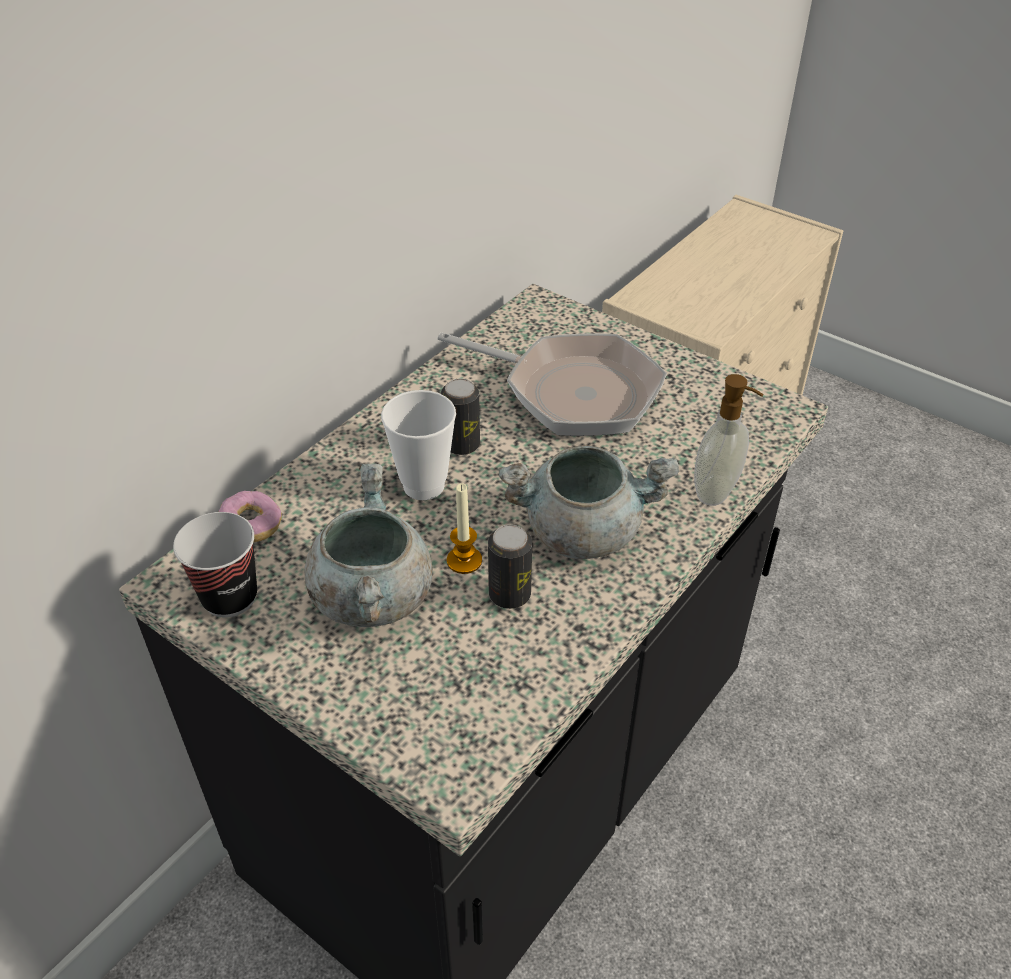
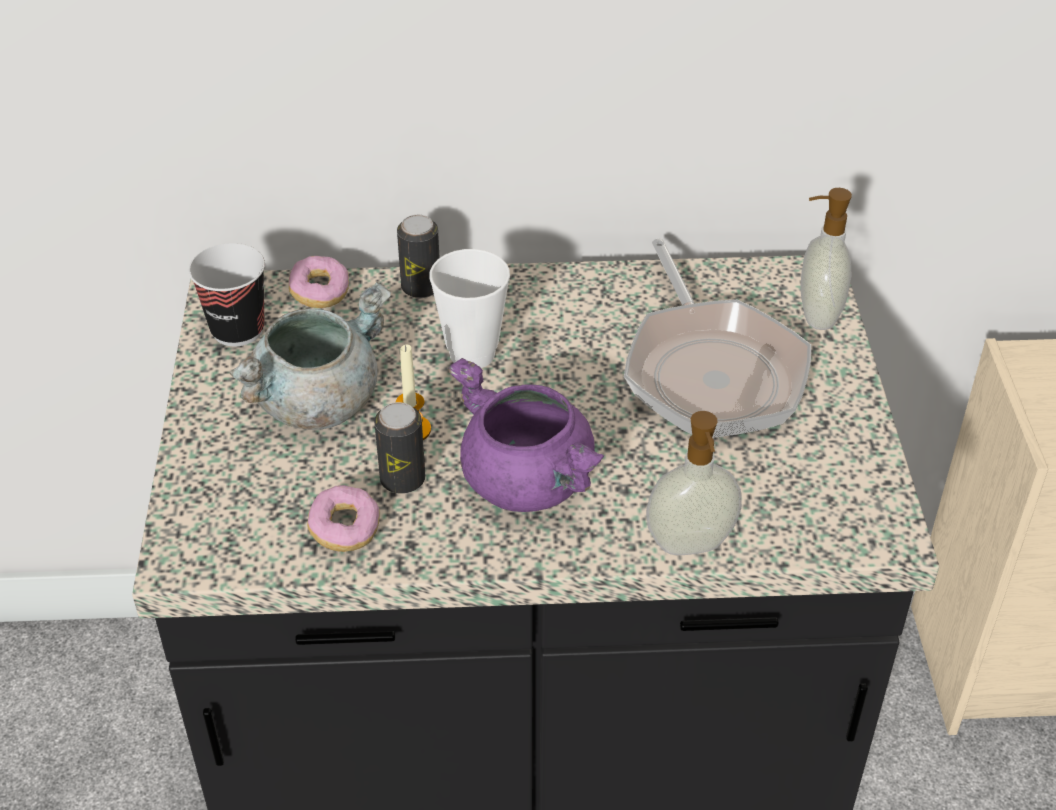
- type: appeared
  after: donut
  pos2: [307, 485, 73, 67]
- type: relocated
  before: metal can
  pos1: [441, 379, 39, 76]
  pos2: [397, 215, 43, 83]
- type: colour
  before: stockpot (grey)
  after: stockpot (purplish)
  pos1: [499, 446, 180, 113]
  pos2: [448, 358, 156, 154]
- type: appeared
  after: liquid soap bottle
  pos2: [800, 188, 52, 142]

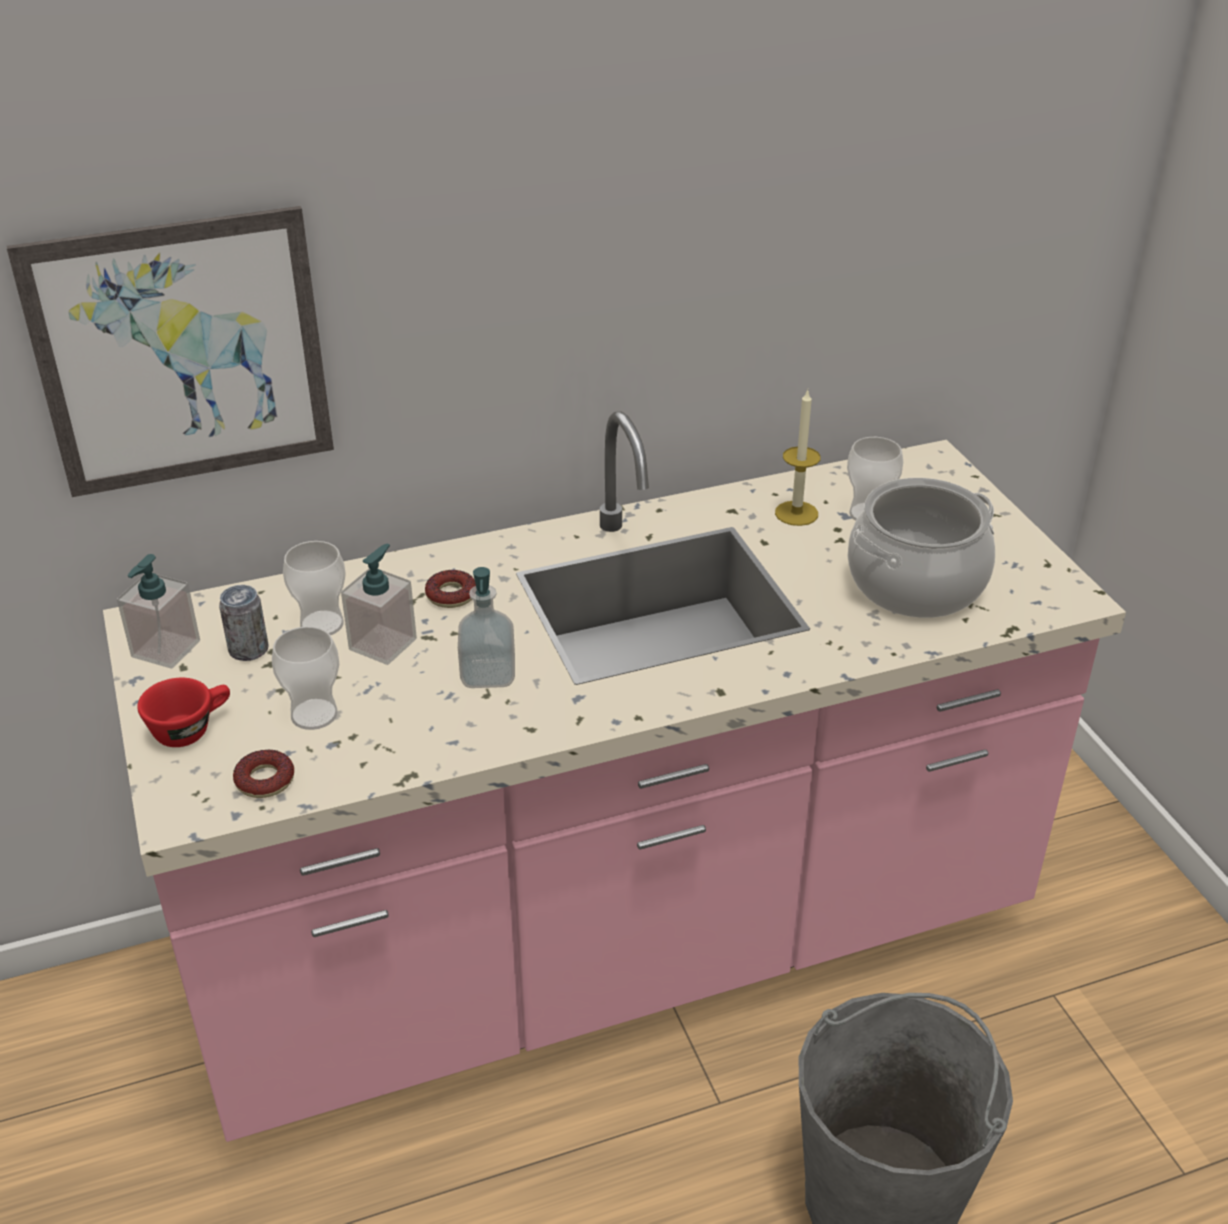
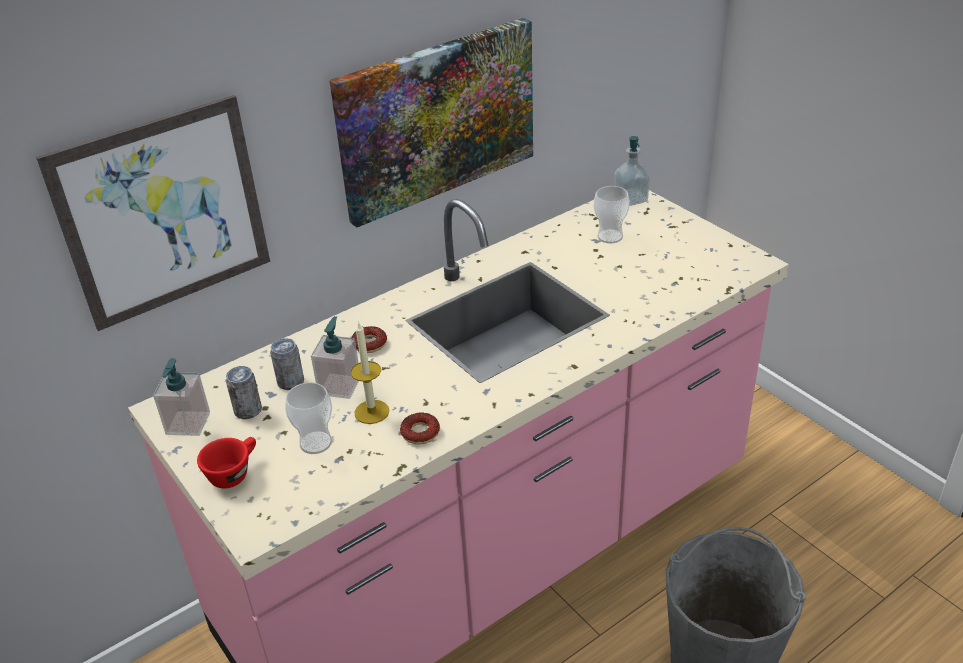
- type: exchanged
  before: drinking cup
  after: metal can
  pos1: [283, 541, 63, 94]
  pos2: [270, 338, 34, 52]
- type: appeared
  after: wall picture
  pos2: [329, 18, 204, 210]
- type: relocated
  before: wax candle
  pos1: [775, 389, 46, 137]
  pos2: [351, 321, 38, 103]
- type: relocated
  before: donut
  pos1: [233, 749, 61, 49]
  pos2: [400, 412, 40, 32]
- type: relocated
  before: liquid soap bottle
  pos1: [458, 567, 57, 121]
  pos2: [614, 136, 36, 70]
- type: missing
  before: stockpot
  pos1: [847, 478, 148, 140]

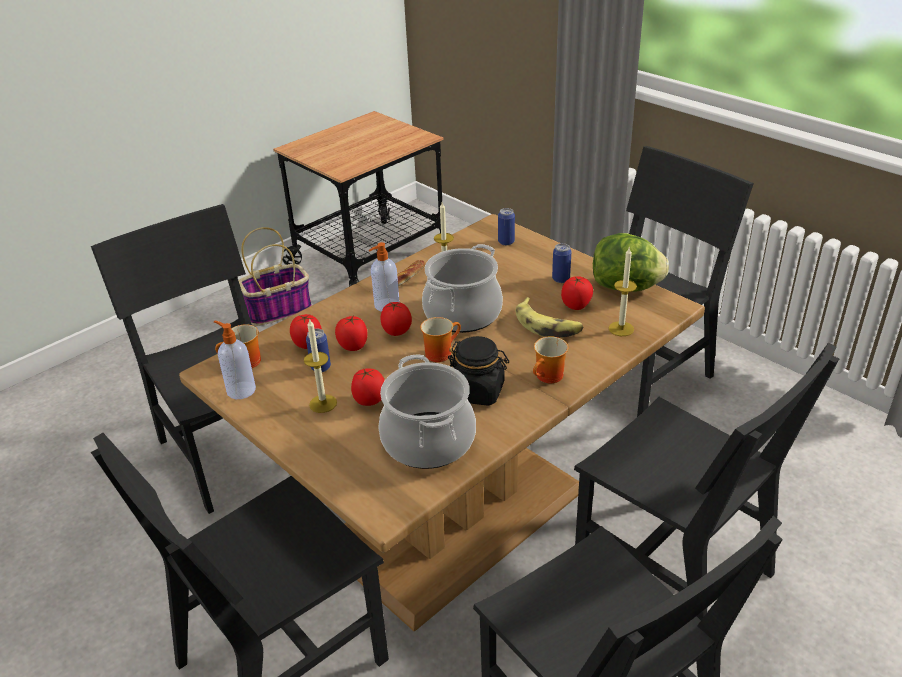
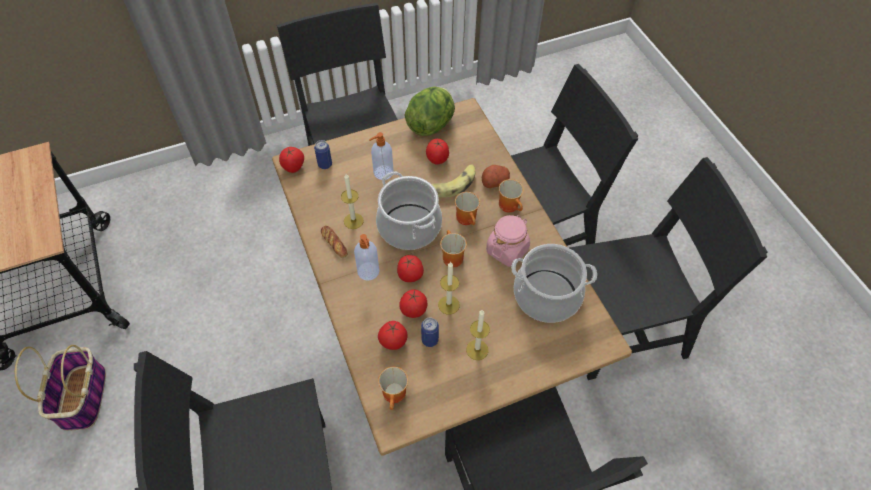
- type: relocated
  before: whole tomato
  pos1: [351, 368, 34, 38]
  pos2: [279, 147, 25, 26]
- type: relocated
  before: liquid soap bottle
  pos1: [214, 321, 42, 78]
  pos2: [369, 132, 24, 48]
- type: relocated
  before: wax candle
  pos1: [609, 248, 28, 88]
  pos2: [438, 262, 21, 53]
- type: appeared
  after: coffee mug
  pos2: [455, 192, 25, 33]
- type: appeared
  after: spud
  pos2: [482, 165, 28, 23]
- type: colour
  before: jar (black)
  after: jar (pink)
  pos1: [448, 336, 61, 70]
  pos2: [486, 215, 44, 52]
- type: missing
  before: metal can
  pos1: [552, 243, 19, 40]

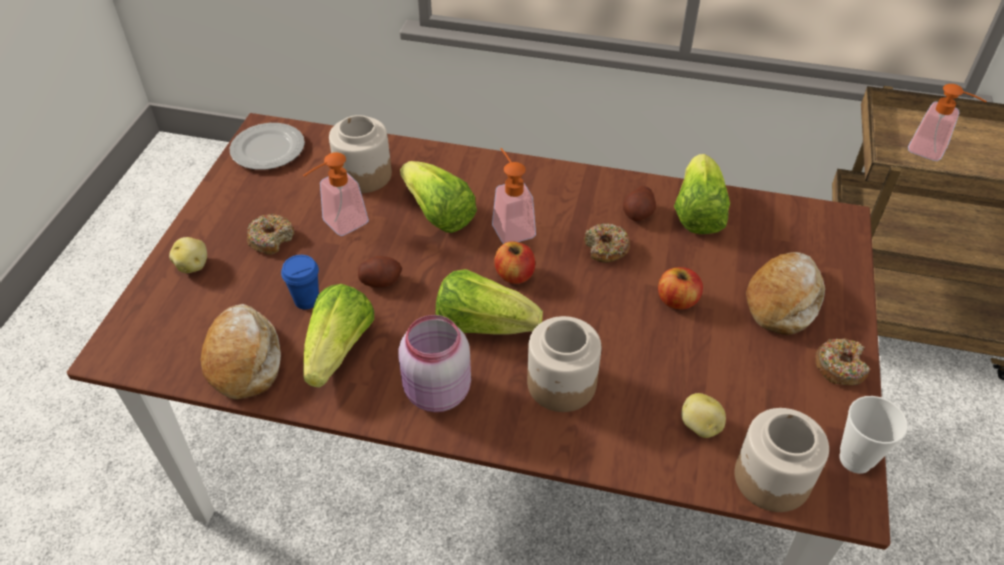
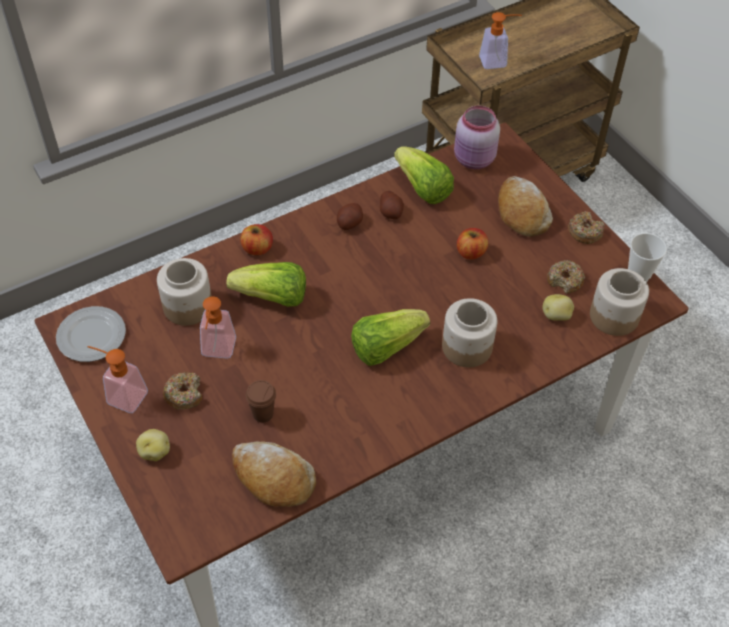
- type: relocated
  before: liquid soap bottle
  pos1: [492, 148, 44, 96]
  pos2: [87, 346, 61, 67]
- type: relocated
  before: apple fruit
  pos1: [494, 241, 41, 43]
  pos2: [240, 224, 33, 31]
- type: colour
  before: drinking cup (bluish)
  after: drinking cup (brownish)
  pos1: [281, 255, 38, 55]
  pos2: [246, 380, 30, 43]
- type: relocated
  before: spud
  pos1: [358, 256, 44, 31]
  pos2: [337, 203, 26, 27]
- type: relocated
  before: jar (pink)
  pos1: [398, 315, 73, 97]
  pos2: [454, 106, 46, 63]
- type: relocated
  before: donut
  pos1: [584, 223, 46, 40]
  pos2: [547, 260, 38, 34]
- type: missing
  before: head of lettuce
  pos1: [303, 284, 71, 104]

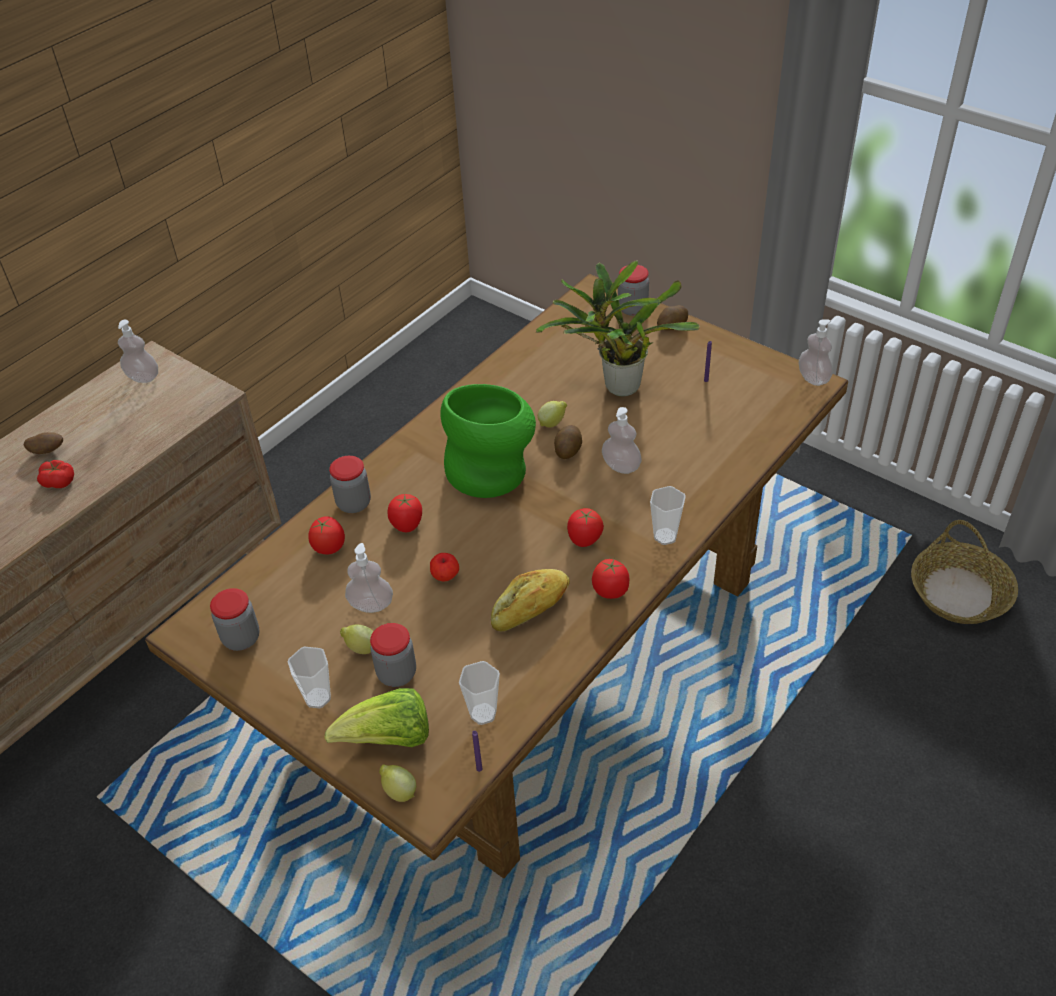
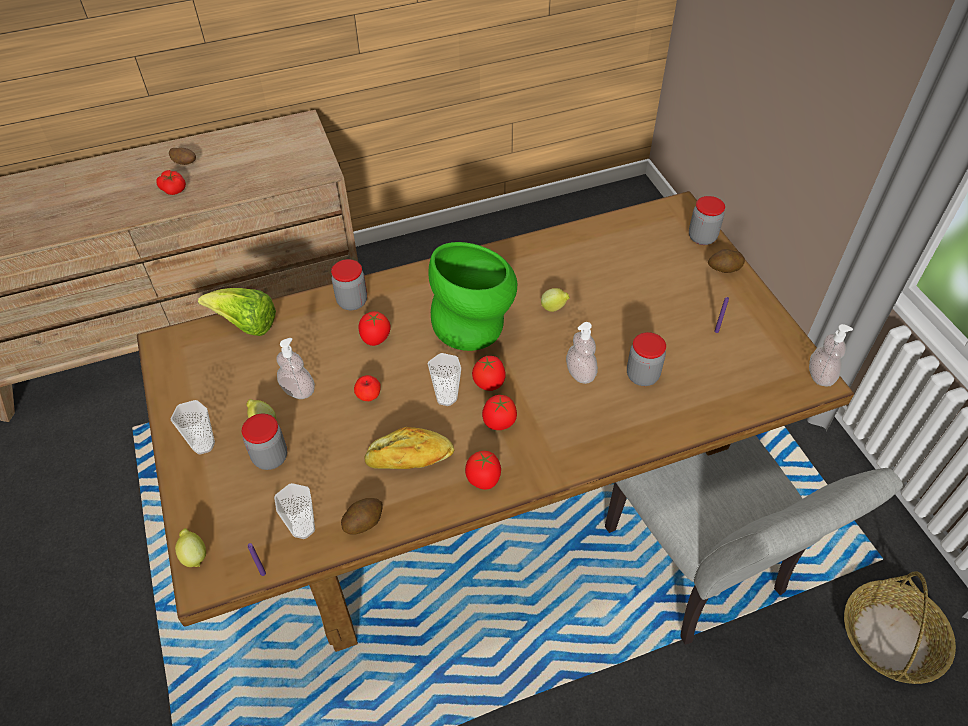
- type: relocated
  before: head of lettuce
  pos1: [324, 688, 105, 59]
  pos2: [198, 288, 78, 48]
- type: relocated
  before: spud
  pos1: [554, 425, 28, 34]
  pos2: [341, 498, 42, 37]
- type: relocated
  before: drinking cup
  pos1: [650, 486, 36, 59]
  pos2: [428, 353, 33, 53]
- type: relocated
  before: whole tomato
  pos1: [308, 516, 37, 38]
  pos2: [472, 355, 33, 36]
- type: appeared
  after: upright chair (grey)
  pos2: [605, 435, 298, 210]
- type: relocated
  before: jar
  pos1: [210, 588, 50, 63]
  pos2: [627, 332, 39, 54]
- type: missing
  before: liquid soap bottle
  pos1: [118, 320, 40, 63]
- type: missing
  before: potted plant
  pos1: [535, 260, 165, 137]

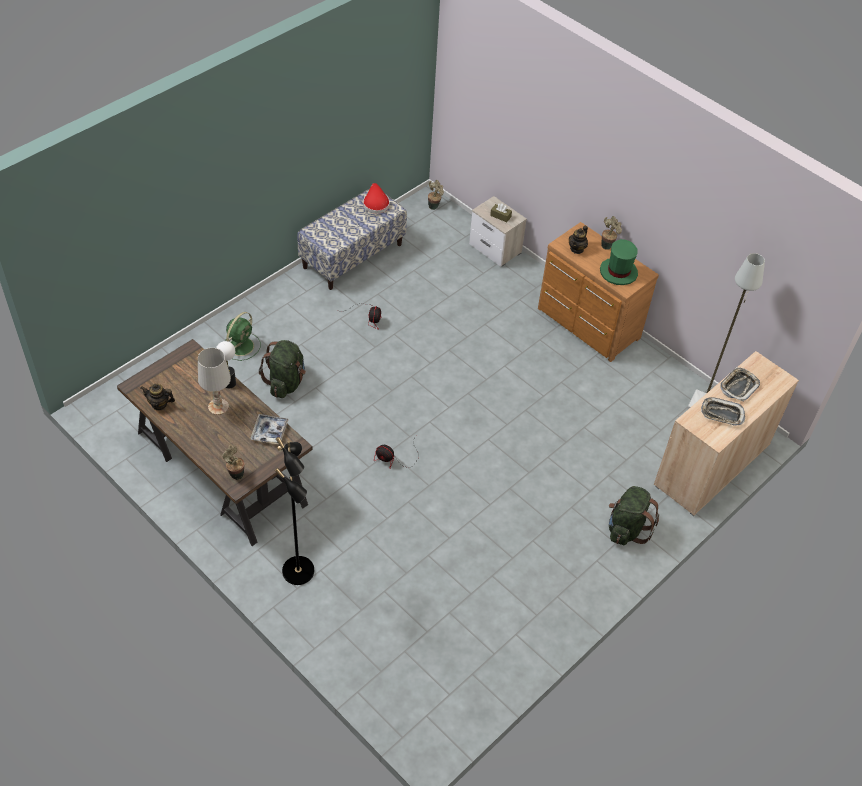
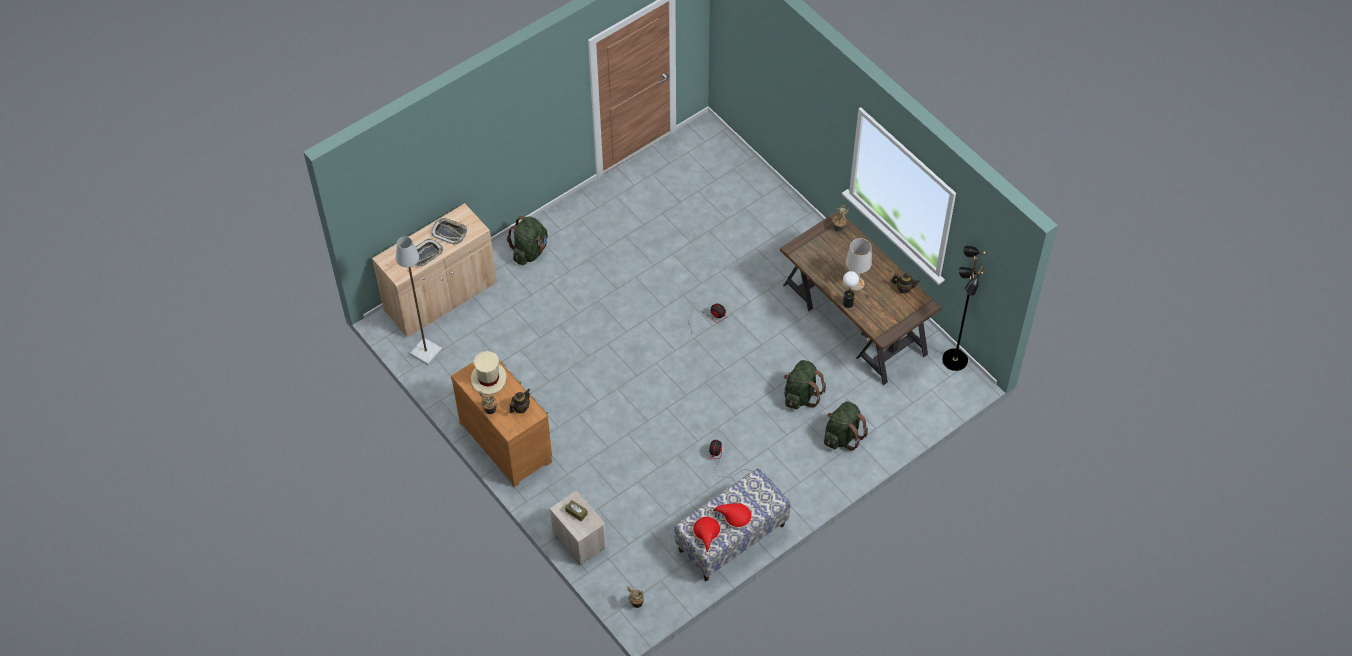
- type: colour
  before: hat (green)
  after: hat (sand-coloured)
  pos1: [600, 239, 38, 46]
  pos2: [471, 351, 36, 44]
- type: appeared
  after: hat (red)
  pos2: [711, 503, 41, 27]
- type: exchanged
  before: fan (green)
  after: rucksack (green)
  pos1: [225, 312, 36, 49]
  pos2: [824, 401, 44, 50]
- type: relocated
  before: standing lamp (black)
  pos1: [275, 437, 39, 148]
  pos2: [942, 245, 44, 126]
- type: missing
  before: carrying tray
  pos1: [250, 414, 39, 30]

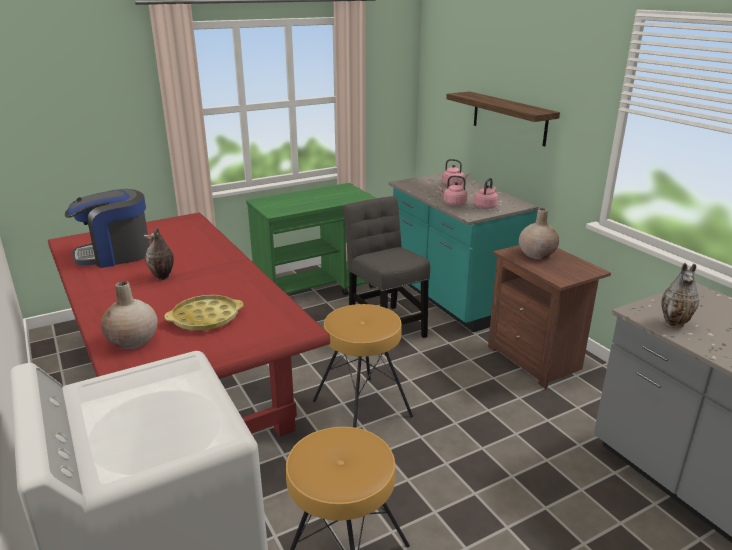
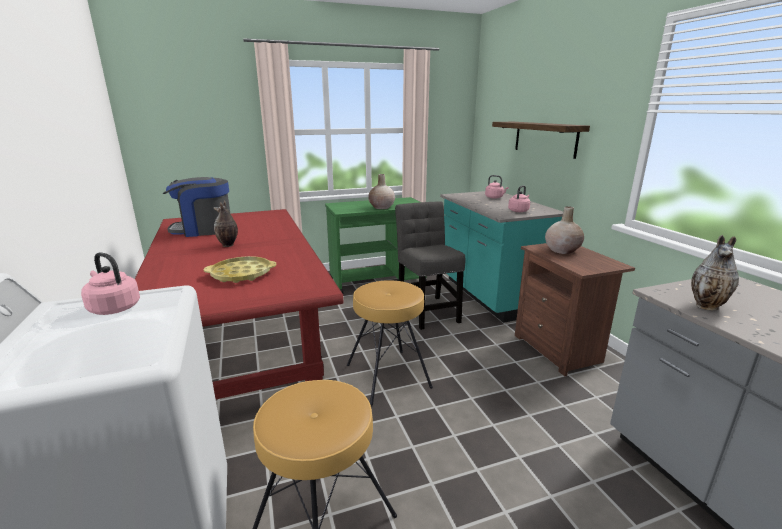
- type: relocated
  before: tea kettle (pink)
  pos1: [439, 175, 28, 31]
  pos2: [81, 252, 59, 63]
- type: relocated
  before: vase (sand-coloured)
  pos1: [101, 281, 57, 68]
  pos2: [368, 174, 27, 35]

